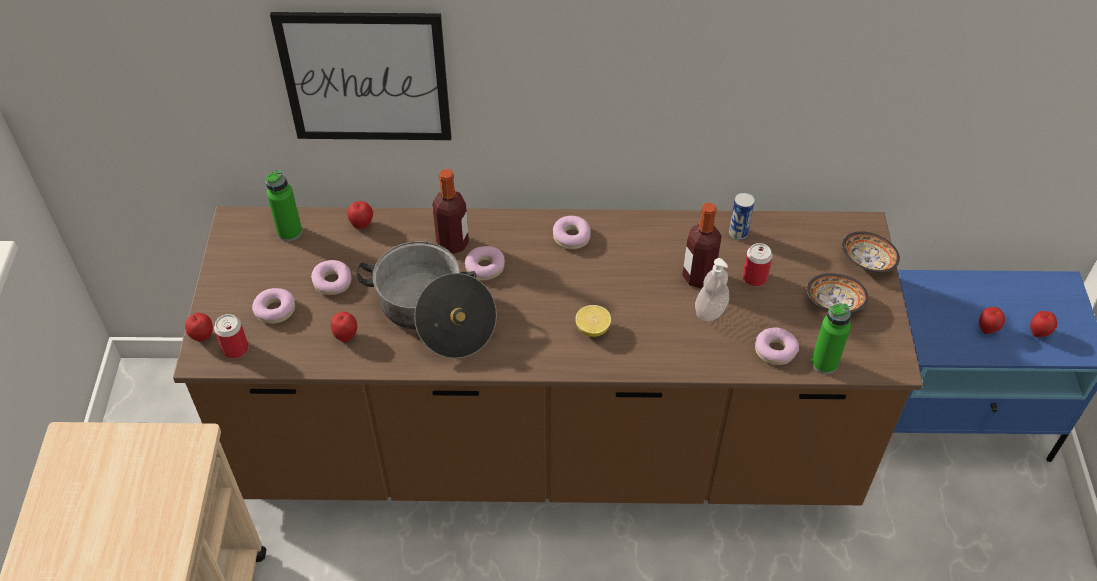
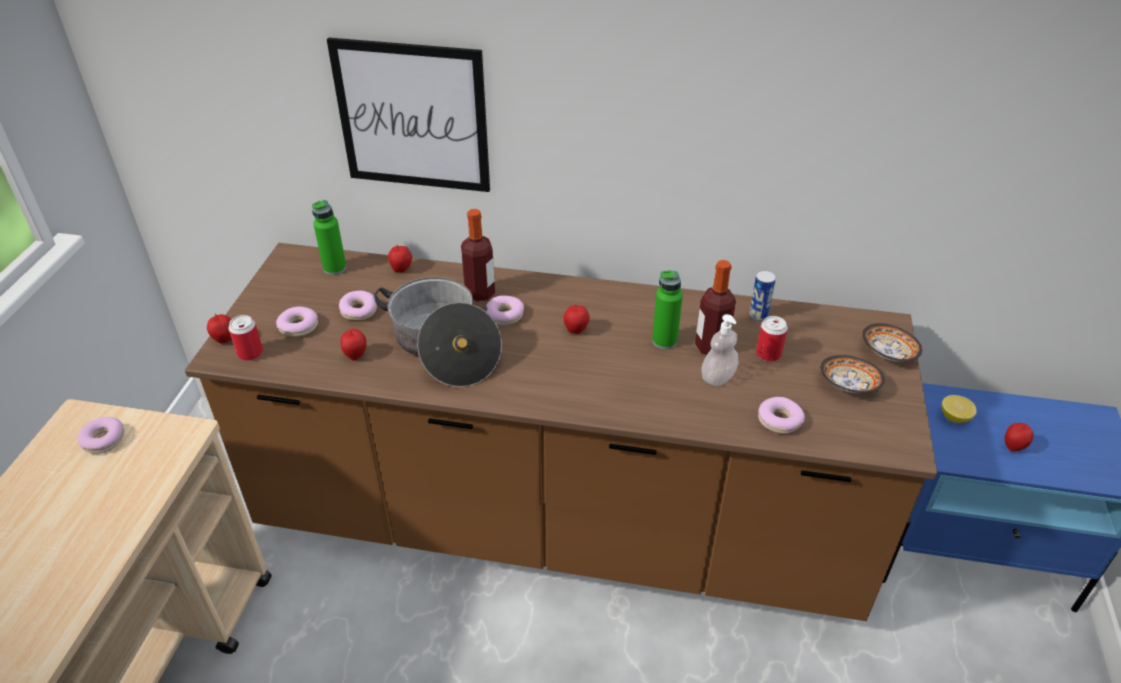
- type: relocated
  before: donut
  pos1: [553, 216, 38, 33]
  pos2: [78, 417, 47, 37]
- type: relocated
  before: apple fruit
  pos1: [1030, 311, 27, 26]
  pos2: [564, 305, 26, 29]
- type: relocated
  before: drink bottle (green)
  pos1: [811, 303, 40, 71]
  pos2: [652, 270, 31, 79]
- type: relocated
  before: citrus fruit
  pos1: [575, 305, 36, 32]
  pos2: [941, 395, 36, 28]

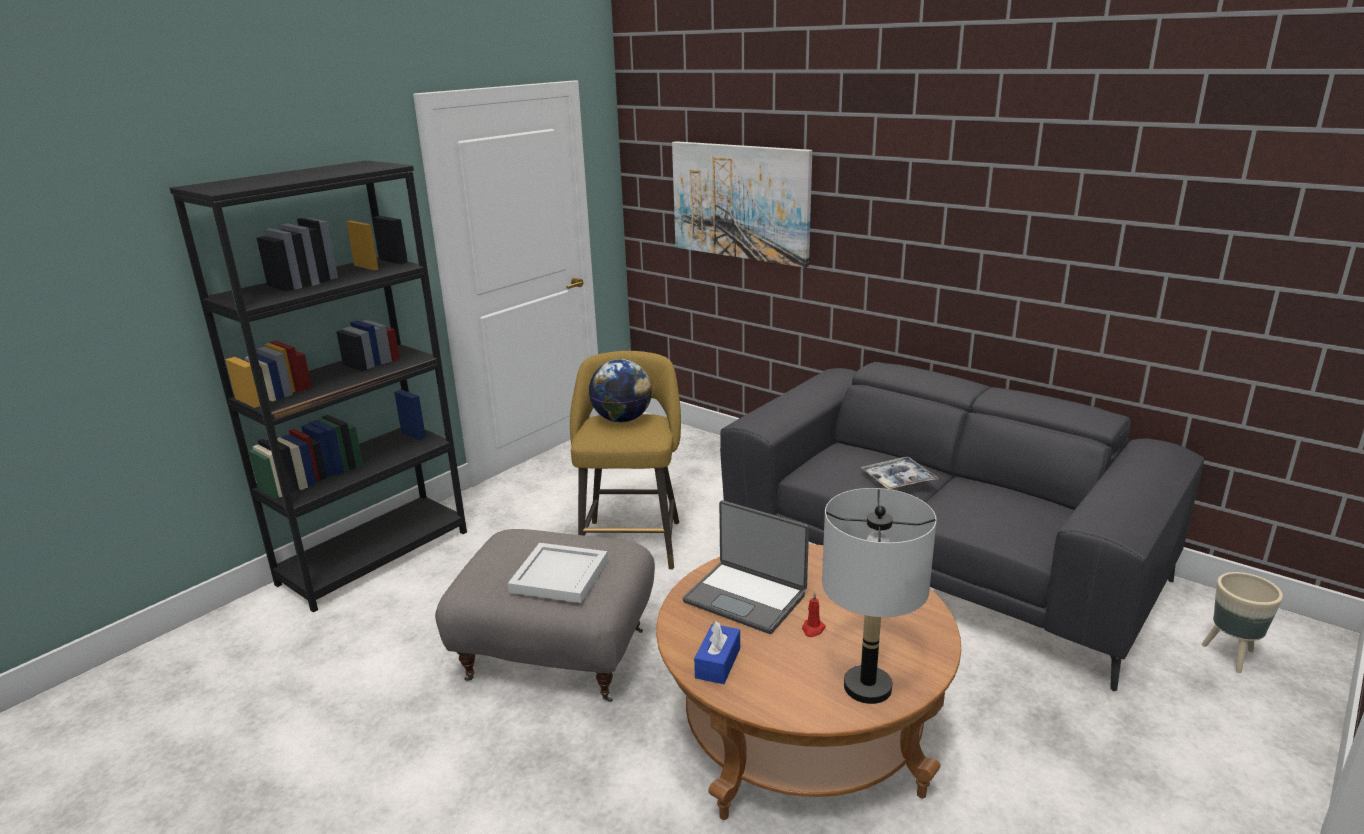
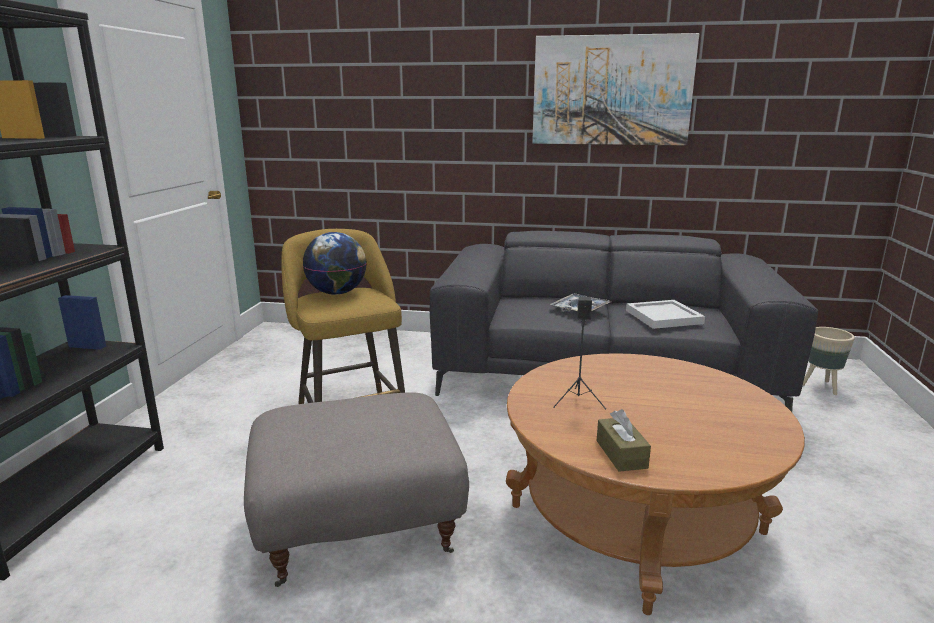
- type: relocated
  before: wall picture
  pos1: [672, 141, 140, 127]
  pos2: [532, 33, 167, 112]
- type: exchanged
  before: portable computer
  after: speaker (black)
  pos1: [683, 500, 126, 134]
  pos2: [553, 296, 53, 113]
- type: colour
  before: tissue box (bluish)
  after: tissue box (brownish)
  pos1: [694, 621, 46, 63]
  pos2: [597, 409, 54, 63]
- type: relocated
  before: carrying tray (white)
  pos1: [508, 543, 100, 60]
  pos2: [626, 300, 79, 29]
- type: missing
  before: wax candle (red)
  pos1: [802, 592, 24, 45]
- type: missing
  before: table lamp (grey)
  pos1: [822, 488, 115, 216]

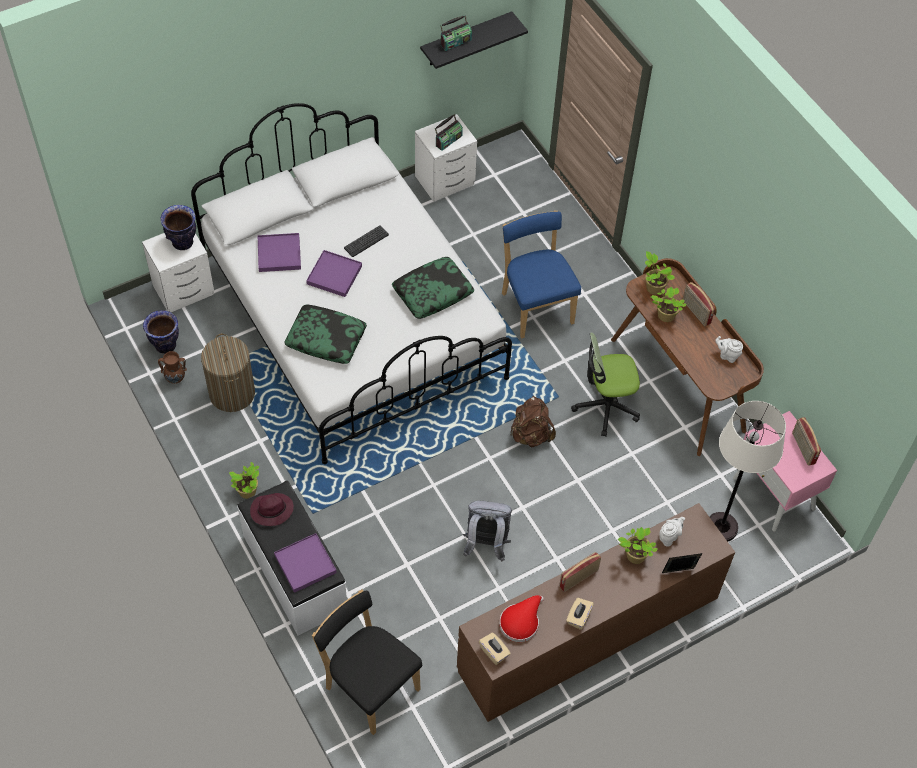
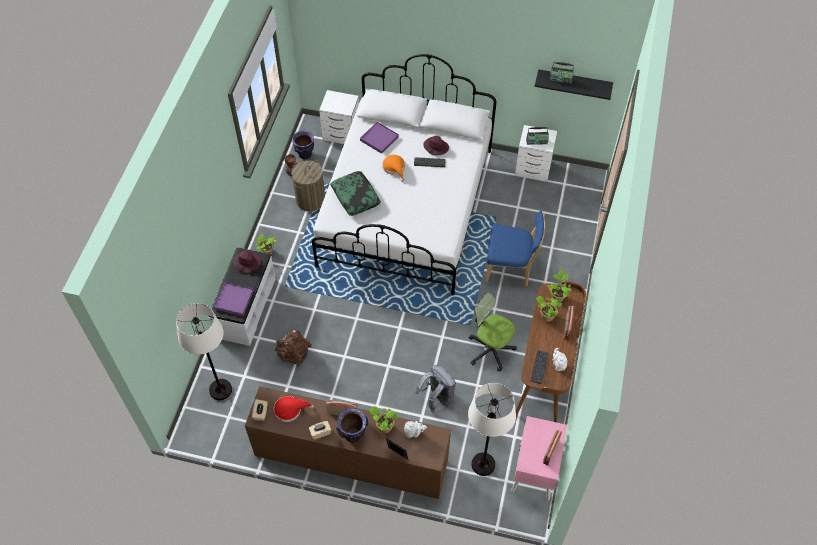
- type: exchanged
  before: upright chair (black)
  after: standing lamp (white)
  pos1: [312, 589, 110, 146]
  pos2: [176, 303, 56, 97]
- type: relocated
  before: rucksack (brownish)
  pos1: [510, 396, 46, 51]
  pos2: [275, 330, 37, 36]
- type: relocated
  before: vase
  pos1: [160, 205, 36, 45]
  pos2: [336, 408, 32, 35]
- type: exchanged
  before: carrying tray (purplish)
  after: hat (orange-coloured)
  pos1: [306, 250, 56, 47]
  pos2: [382, 155, 23, 27]
- type: relocated
  before: rucksack (grey)
  pos1: [462, 501, 50, 61]
  pos2: [415, 365, 41, 48]
- type: appeared
  after: hat (purplish)
  pos2: [423, 136, 26, 19]
- type: spun
  before: upright chair (bluish)
  pos1: [502, 211, 79, 128]
  pos2: [485, 211, 60, 75]
  turn: 75
- type: appeared
  after: keyboard
  pos2: [531, 350, 18, 34]
- type: missing
  before: cushion
  pos1: [392, 257, 82, 62]

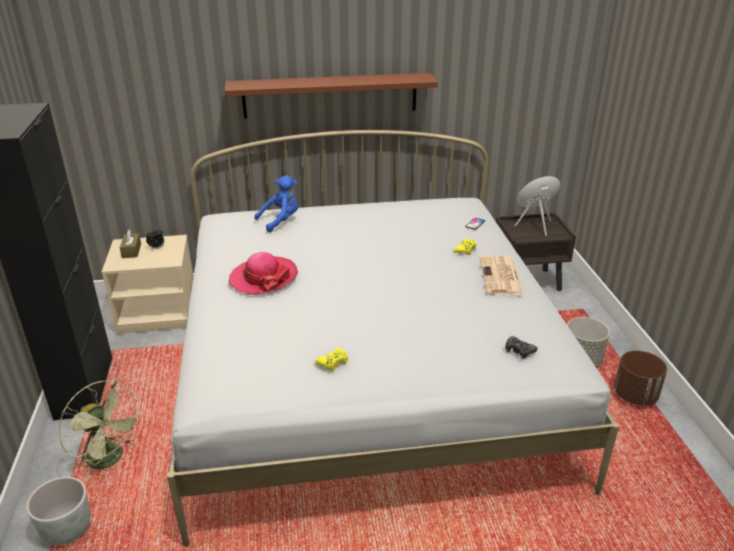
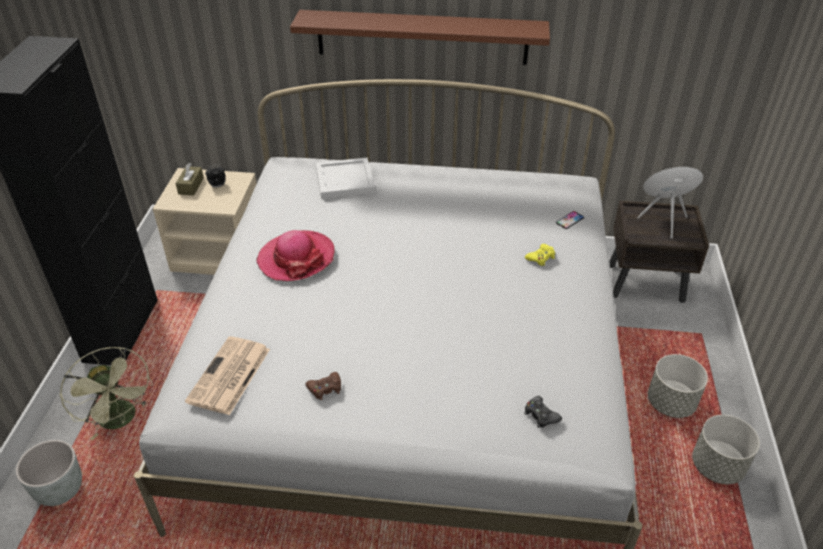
- type: relocated
  before: printed paper
  pos1: [480, 255, 43, 40]
  pos2: [185, 336, 85, 79]
- type: colour
  before: game controller (yellowish)
  after: game controller (brownish)
  pos1: [315, 348, 33, 23]
  pos2: [306, 372, 35, 28]
- type: exchanged
  before: plush toy (bluish)
  after: carrying tray (white)
  pos1: [255, 175, 43, 57]
  pos2: [316, 158, 59, 41]
- type: colour
  before: planter (brownish)
  after: planter (grey)
  pos1: [614, 350, 53, 56]
  pos2: [692, 415, 68, 69]

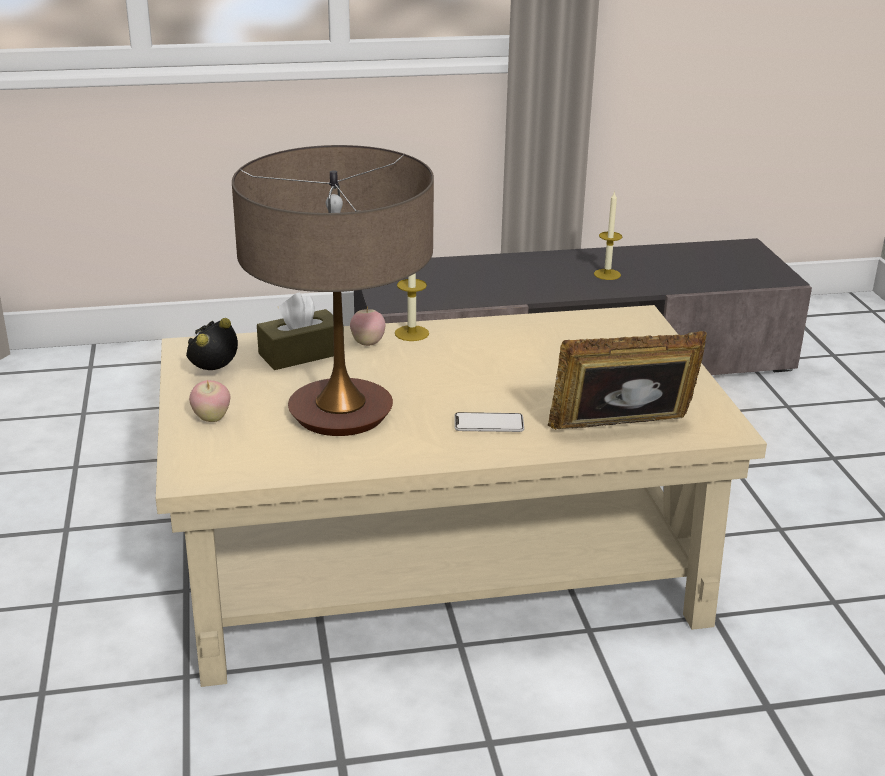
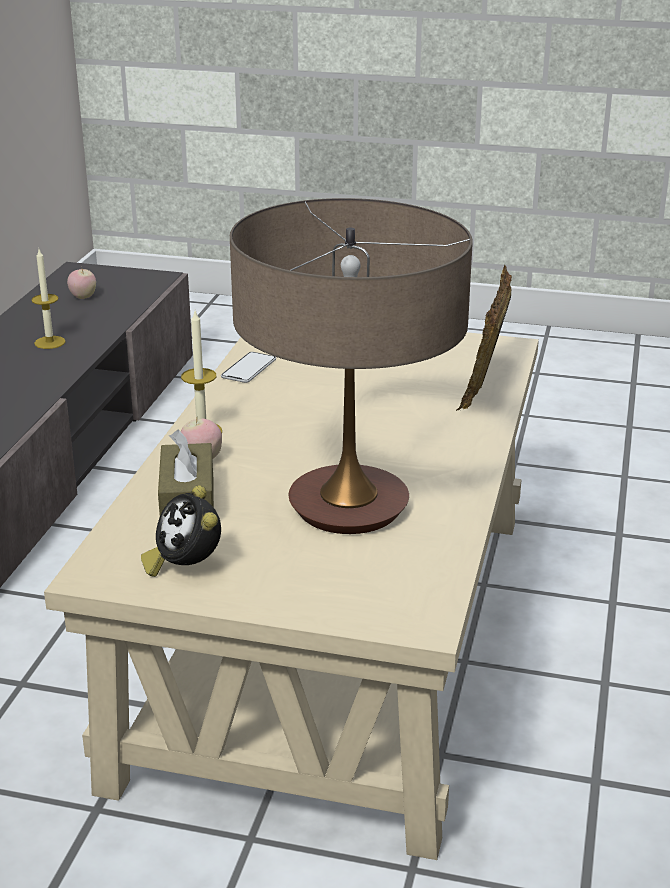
- type: relocated
  before: apple fruit
  pos1: [189, 379, 41, 43]
  pos2: [67, 269, 29, 30]
- type: relocated
  before: handset
  pos1: [454, 412, 70, 20]
  pos2: [221, 352, 55, 31]

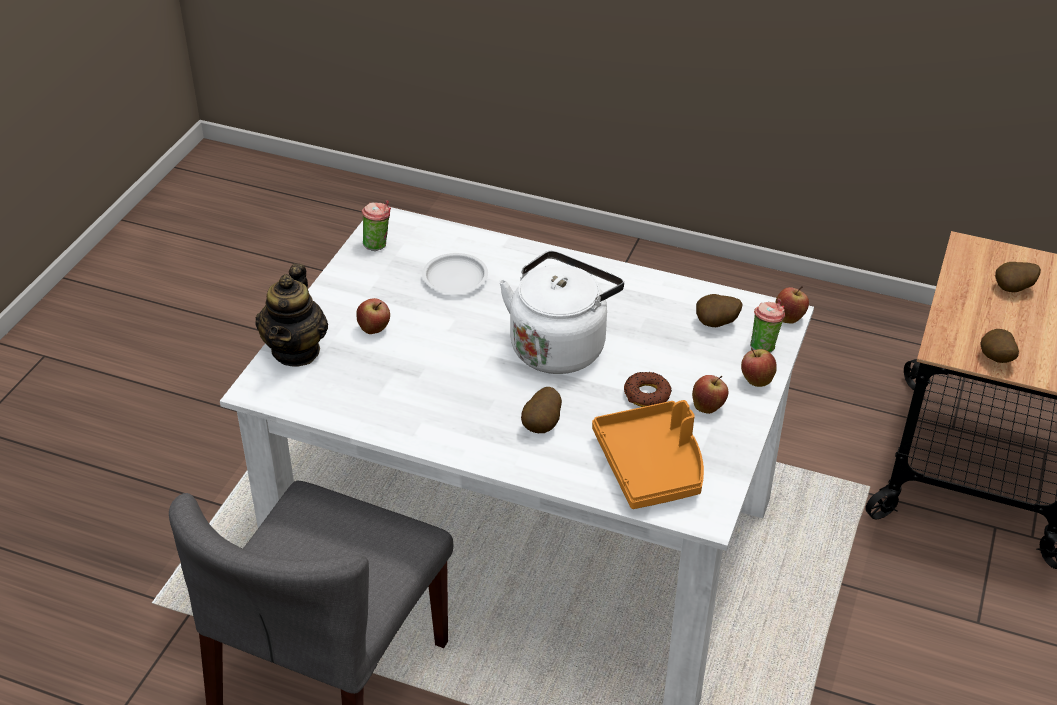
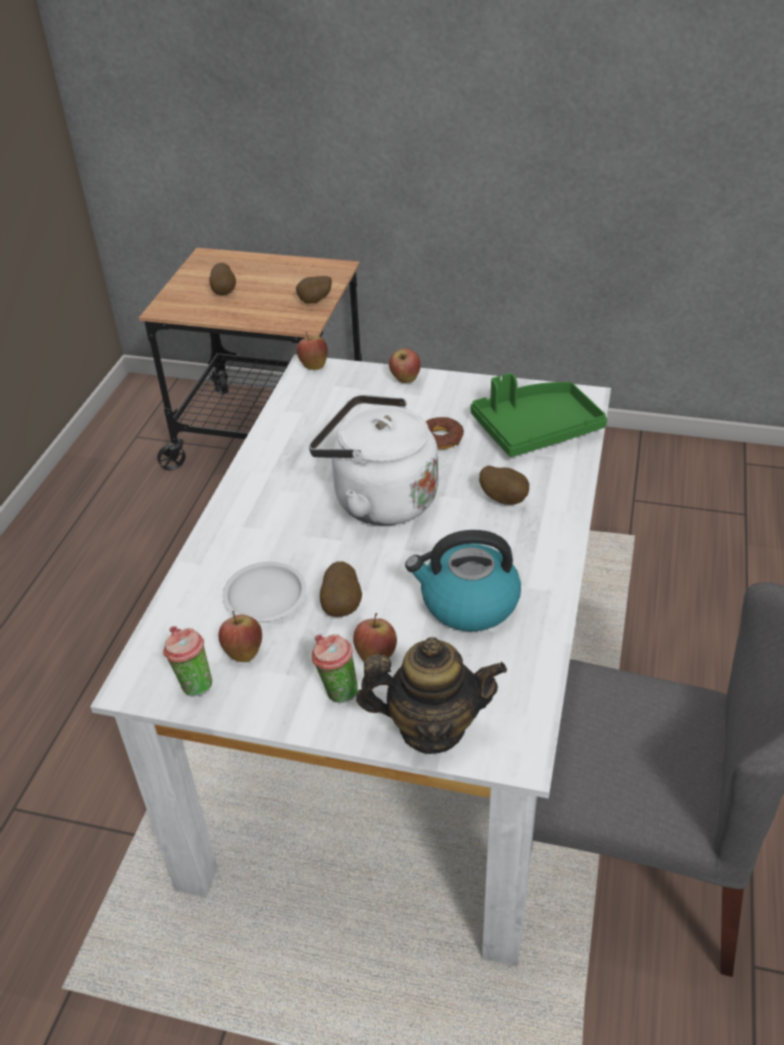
- type: relocated
  before: apple fruit
  pos1: [692, 375, 37, 39]
  pos2: [219, 611, 43, 51]
- type: relocated
  before: drinking cup
  pos1: [750, 299, 35, 54]
  pos2: [312, 634, 46, 69]
- type: relocated
  before: spud
  pos1: [696, 294, 46, 33]
  pos2: [320, 561, 42, 56]
- type: appeared
  after: tea kettle
  pos2: [405, 530, 116, 102]
- type: colour
  before: carrying tray (orange-coloured)
  after: carrying tray (green)
  pos1: [592, 400, 112, 109]
  pos2: [471, 373, 136, 84]

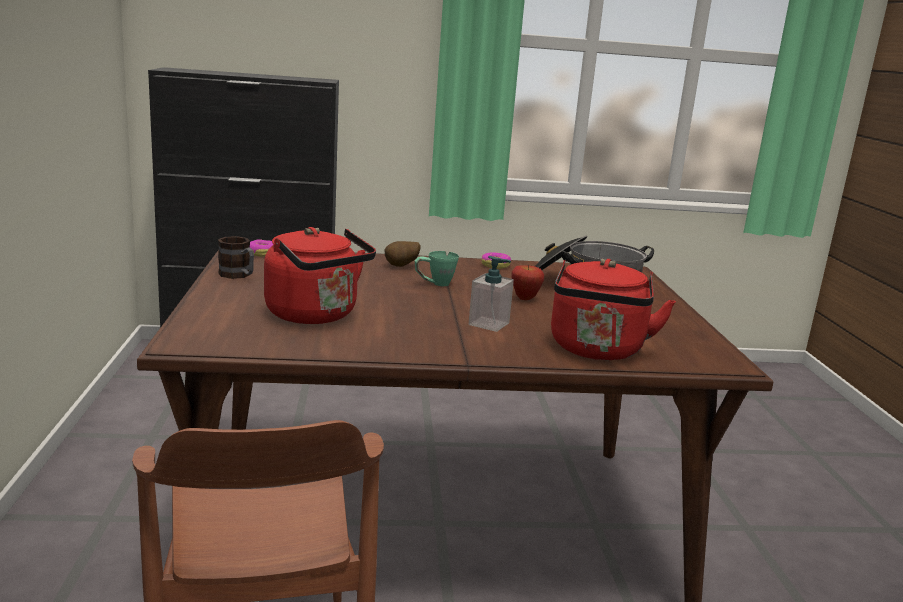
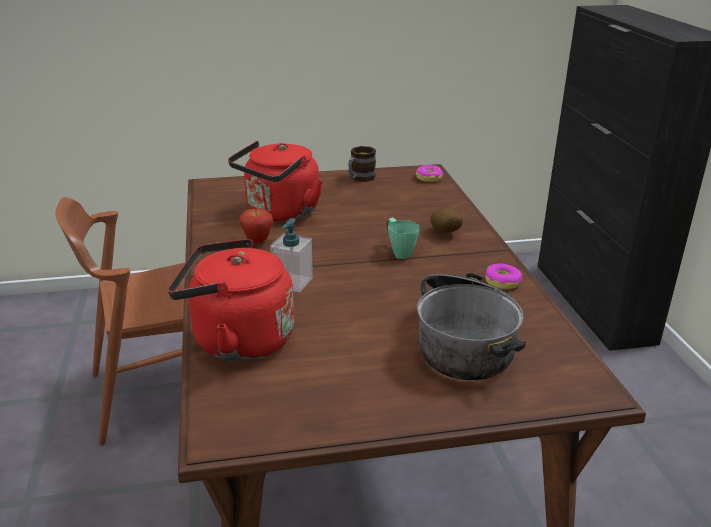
- type: relocated
  before: apple fruit
  pos1: [511, 264, 33, 36]
  pos2: [239, 208, 34, 36]

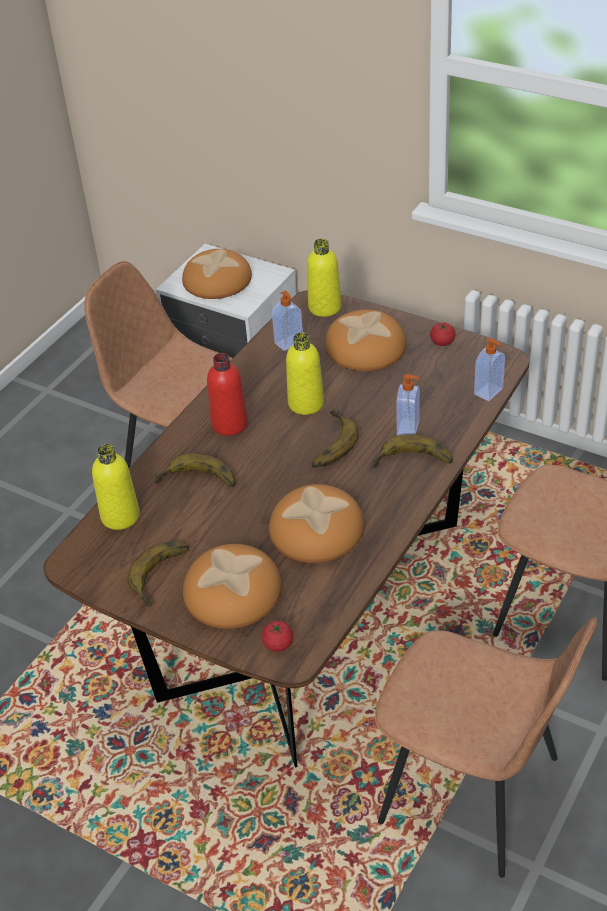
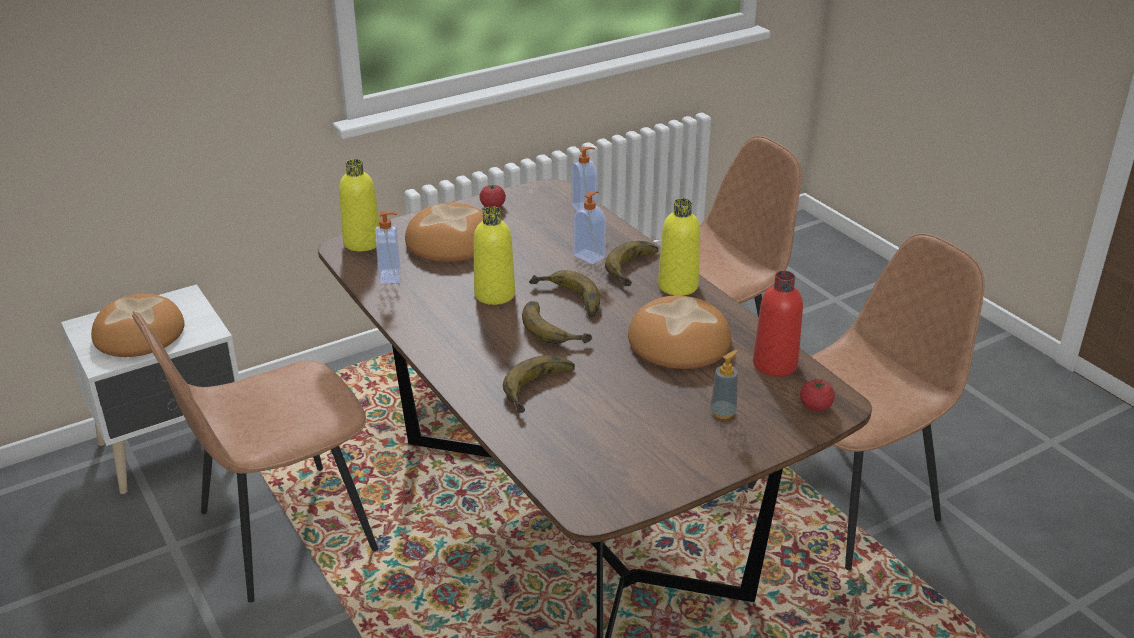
- type: relocated
  before: banana fruit
  pos1: [128, 541, 61, 66]
  pos2: [522, 301, 70, 43]
- type: relocated
  before: drink bottle (yellowish)
  pos1: [92, 444, 48, 86]
  pos2: [658, 198, 42, 98]
- type: exchanged
  before: bread
  after: liquid soap bottle
  pos1: [183, 544, 99, 85]
  pos2: [710, 350, 28, 69]
- type: relocated
  before: drink bottle (red)
  pos1: [207, 353, 41, 83]
  pos2: [753, 271, 50, 106]

